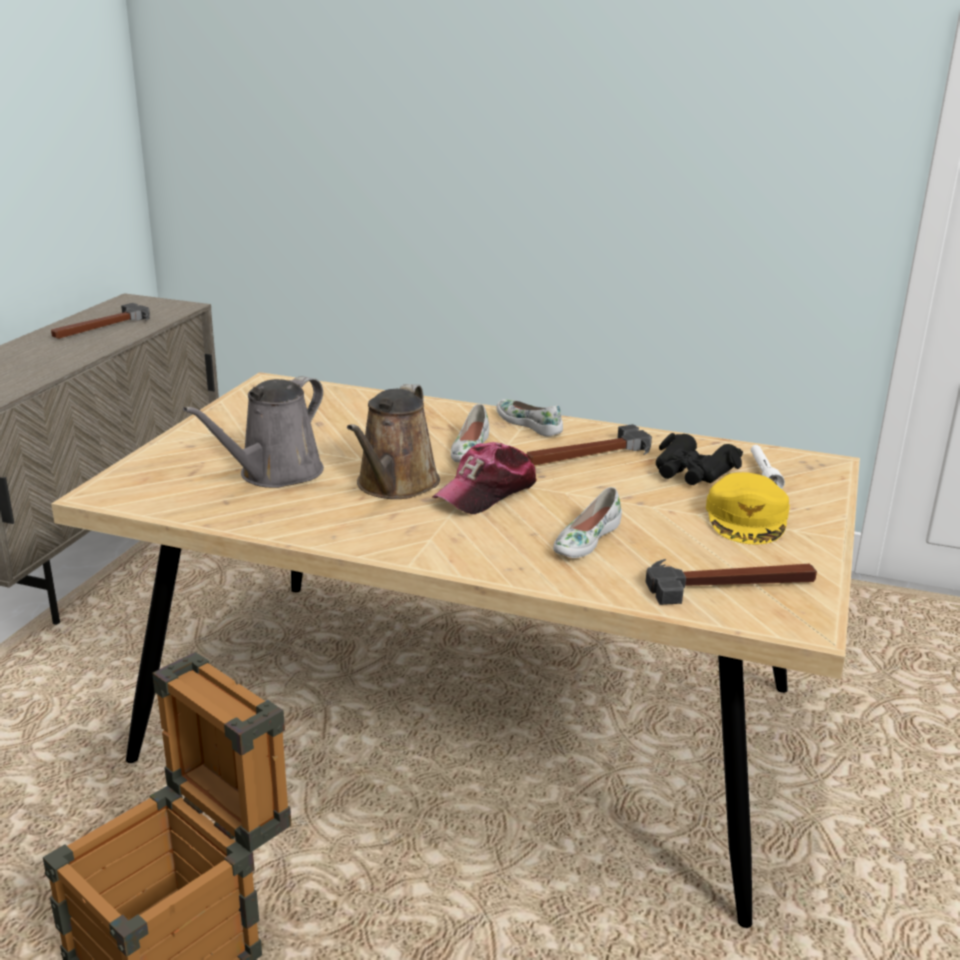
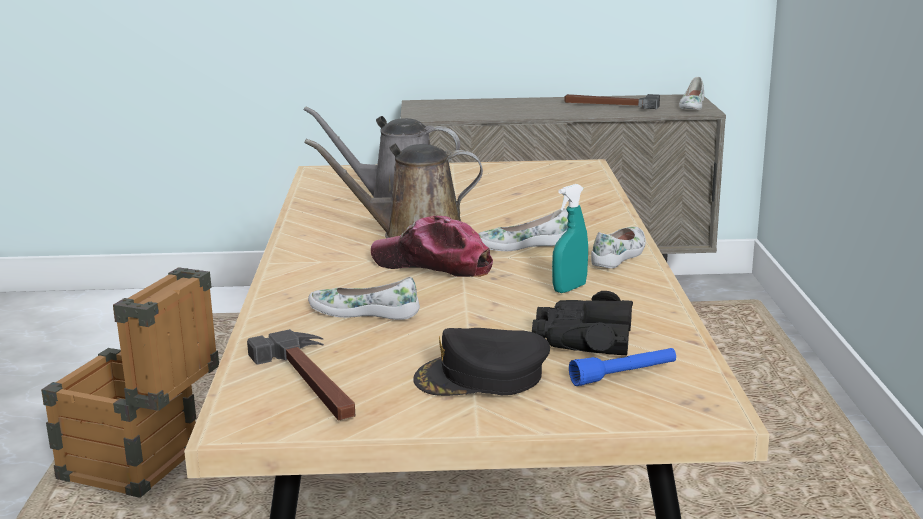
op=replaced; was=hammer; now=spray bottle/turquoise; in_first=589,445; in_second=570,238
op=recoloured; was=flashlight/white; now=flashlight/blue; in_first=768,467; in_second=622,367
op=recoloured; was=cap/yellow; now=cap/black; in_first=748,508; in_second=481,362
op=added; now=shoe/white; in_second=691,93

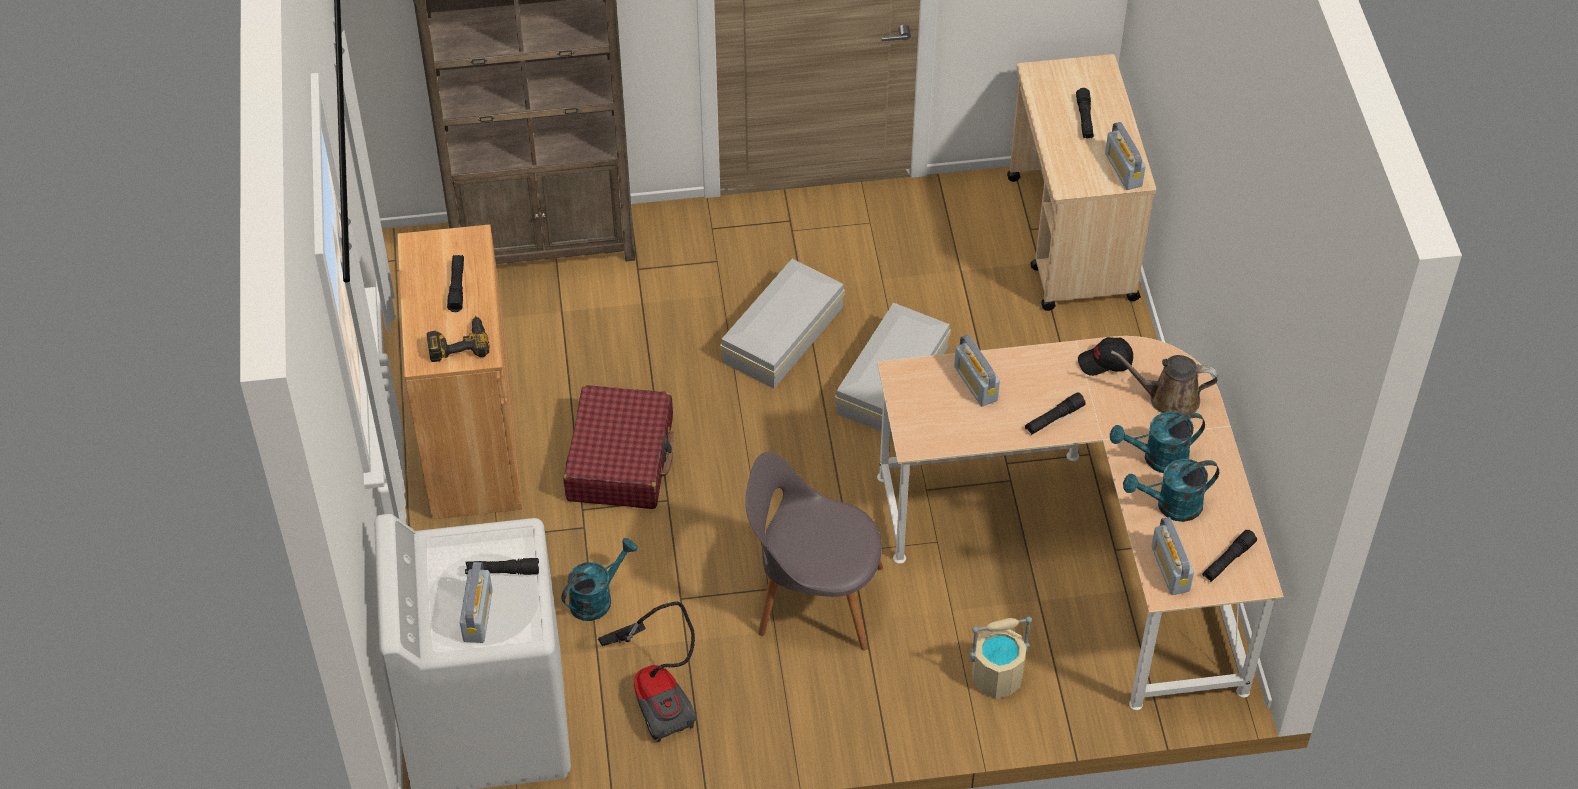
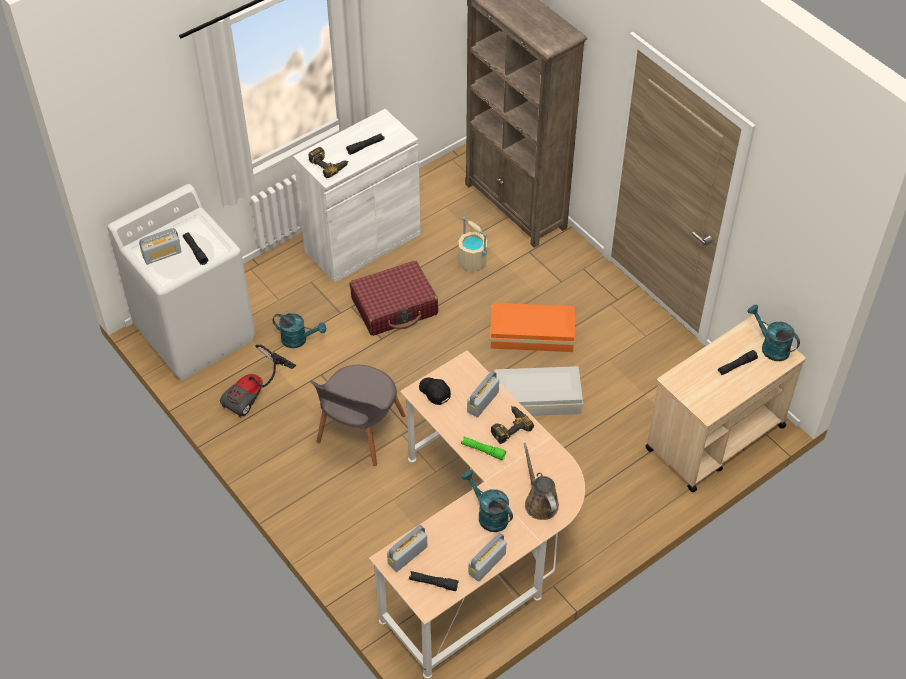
op=moved; was=radio; in_first=1125,156; in_second=487,557
op=recoloured; was=cabinet/brown; now=cabinet/white; in_first=459,371; in_second=357,196
op=recoloured; was=storage box/white; now=storage box/orange; in_first=782,323; in_second=532,327
op=moved; was=cap/black; in_first=1105,356; in_second=435,391
op=recoloured; was=flashlight/black; now=flashlight/green; in_first=1055,414; in_second=483,448
op=turned; was=chair/grey; in_first=814,551; in_second=358,415; clockwise=-135
op=moved; was=watering can/turquoise; in_first=1171,490; in_second=774,333
op=moved; was=bucket/beige; in_first=1001,658; in_second=472,244
op=added; now=power drill; in_second=512,425

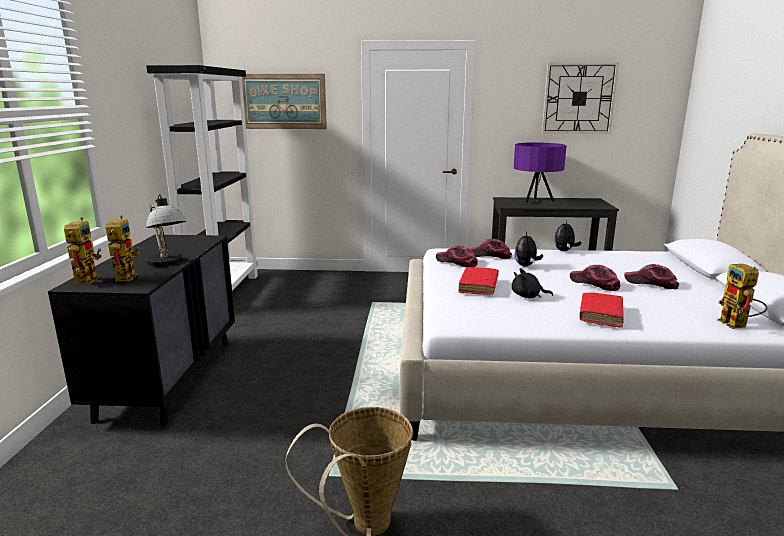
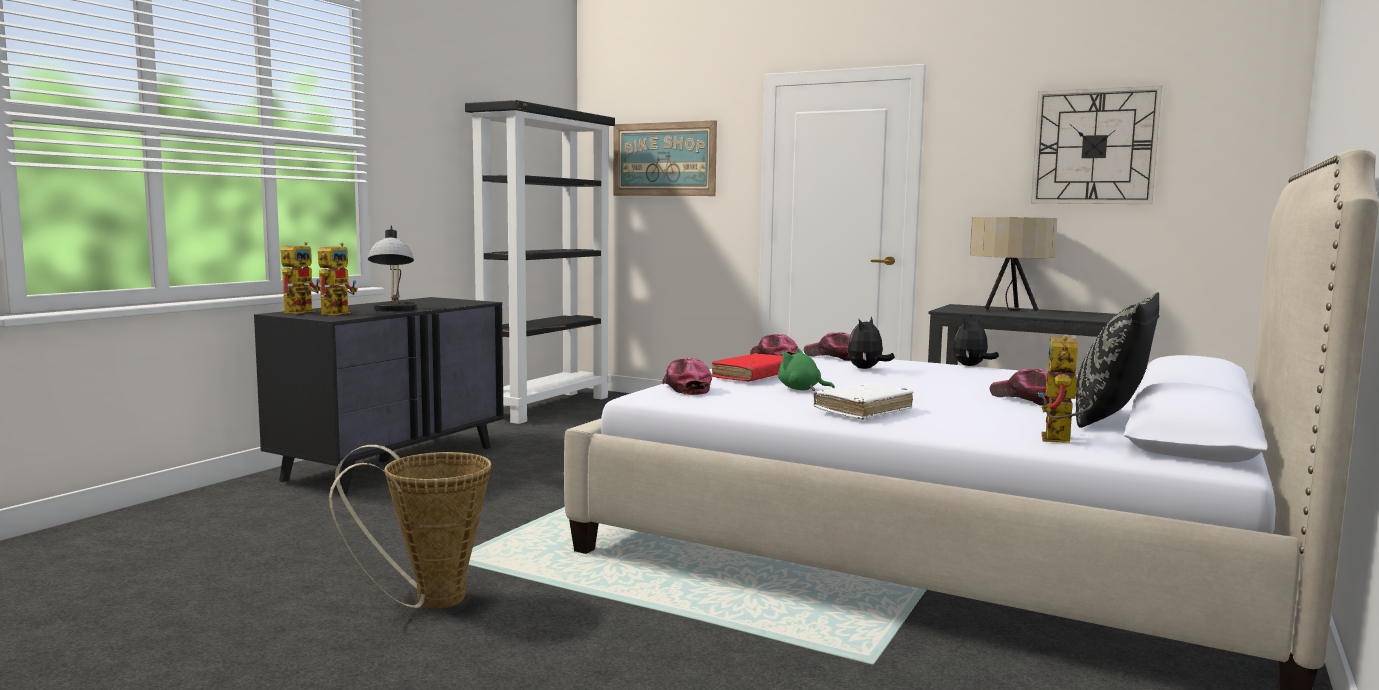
op=recoloured; was=table lamp/purple; now=table lamp/beige; in_first=540,172; in_second=1013,264
op=moved; was=cap; in_first=595,278; in_second=687,376
op=recoloured; was=plush toy/black; now=plush toy/green; in_first=532,283; in_second=806,369
op=recoloured; was=book/red; now=book/white; in_first=601,310; in_second=864,401
op=added; now=pillow/black; in_second=1118,360

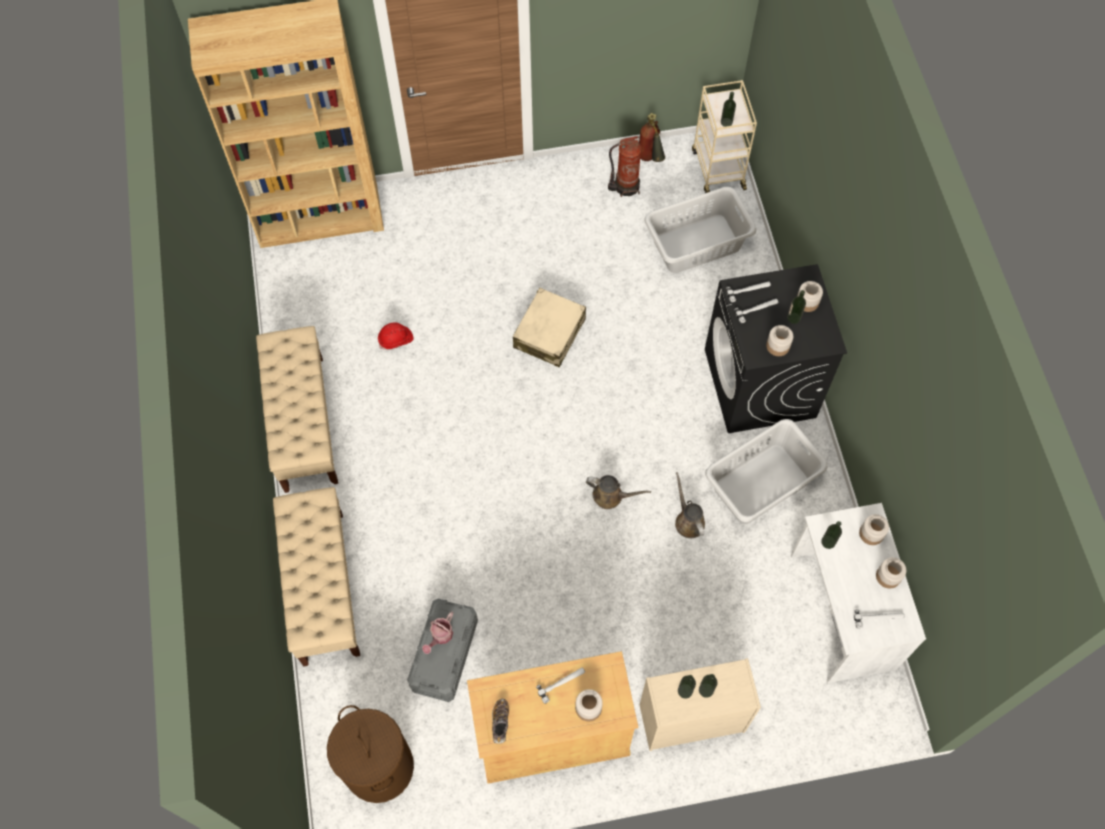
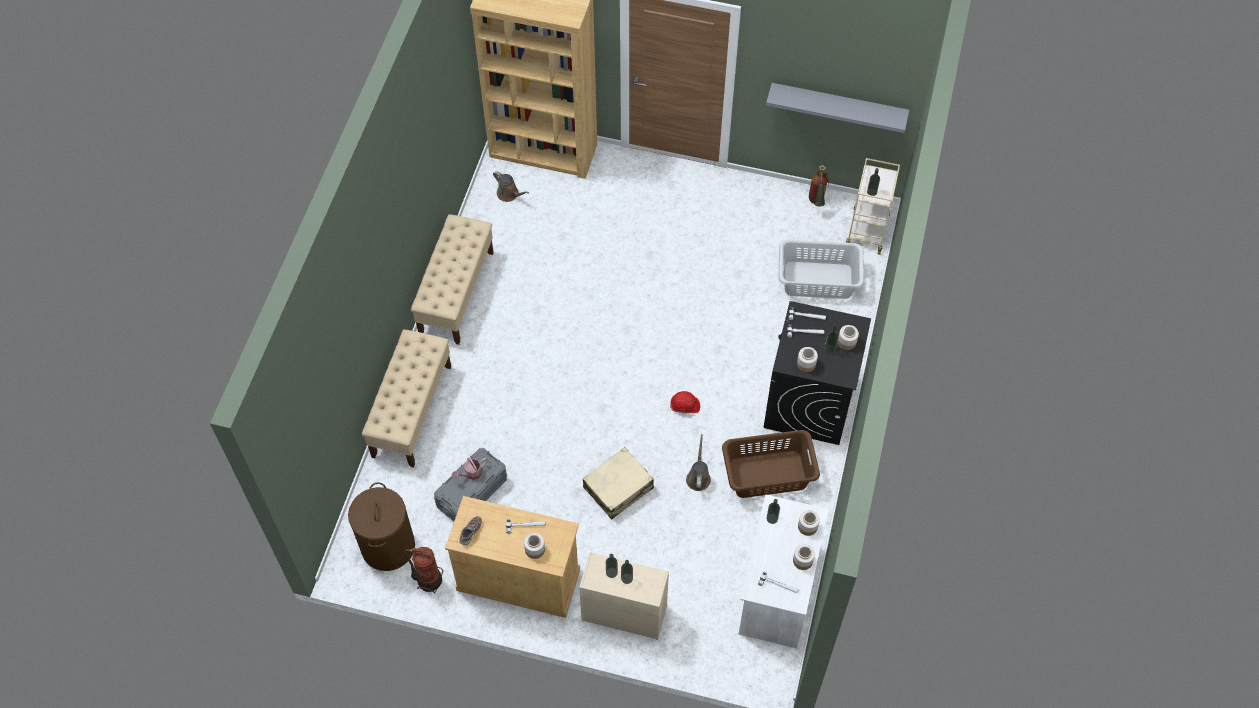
op=moved; was=fire extinguisher; in_first=625,166; in_second=423,570
op=moved; was=suitcase/beige; in_first=549,327; in_second=618,483
op=moved; was=hard hat/red; in_first=395,336; in_second=685,402
op=recoloured; was=laundry basket/grey; now=laundry basket/brown; in_first=766,471; in_second=771,464
op=moved; was=watering can/brown; in_first=618,492; in_second=511,186
op=added; now=shelf/grey; in_second=837,108

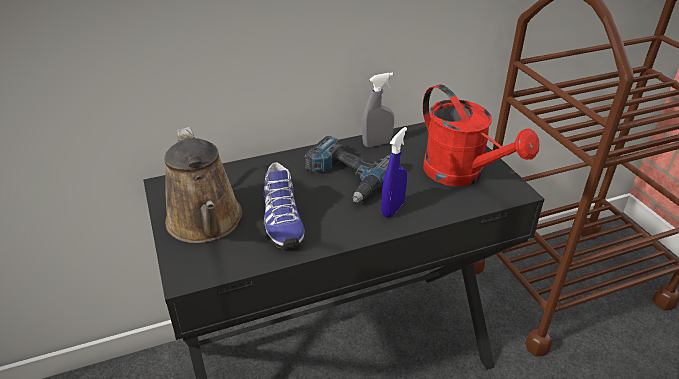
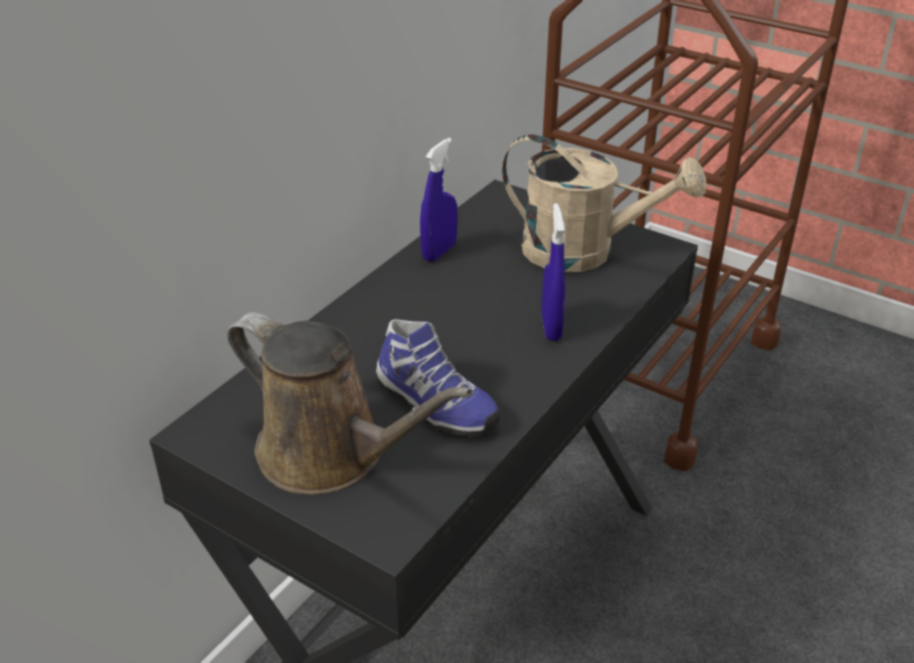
op=recoloured; was=spray bottle/grey; now=spray bottle/blue; in_first=378,110; in_second=439,200
op=recoloured; was=watering can/red; now=watering can/beige; in_first=481,135; in_second=604,203
op=removed; was=power drill; in_first=348,169

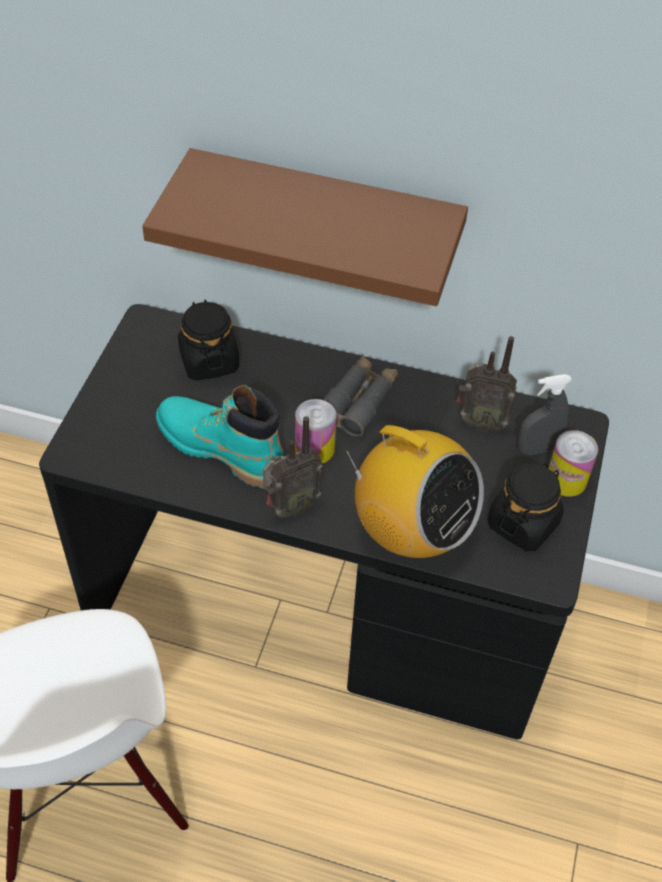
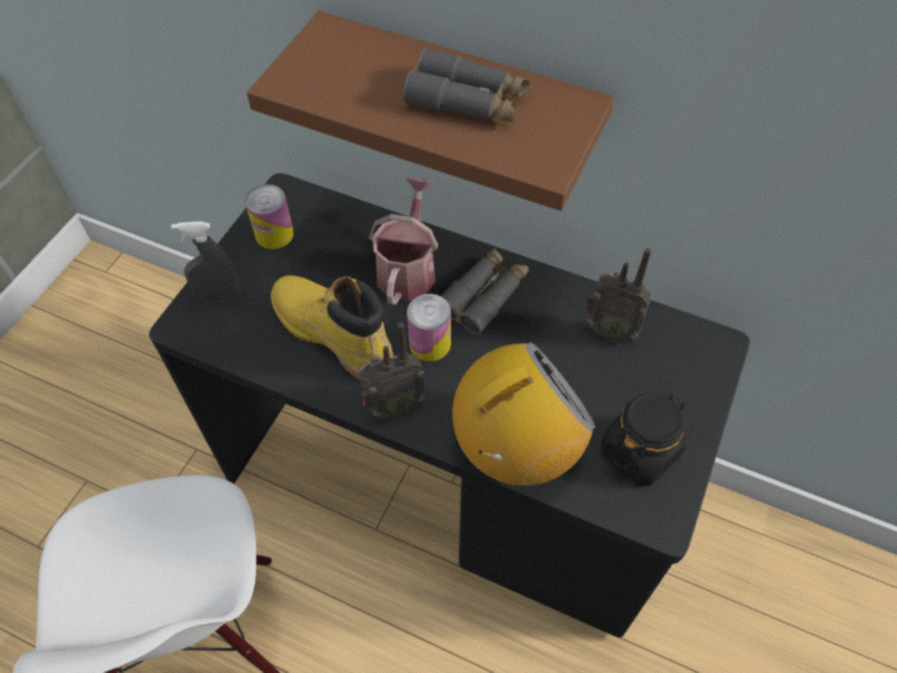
op=removed; was=jar/black; in_first=209,340
op=moved; was=spray bottle/grey; in_first=544,414; in_second=206,261
op=recoloured; was=boot/turquoise; now=boot/yellow; in_first=219,437; in_second=332,327
op=turned; was=radio; in_first=414,491; in_second=523,414; clockwise=-75
op=moved; was=can; in_first=573,463; in_second=269,216
op=added; now=binoculars/grey; in_second=466,85
op=added; now=watering can; in_second=403,241

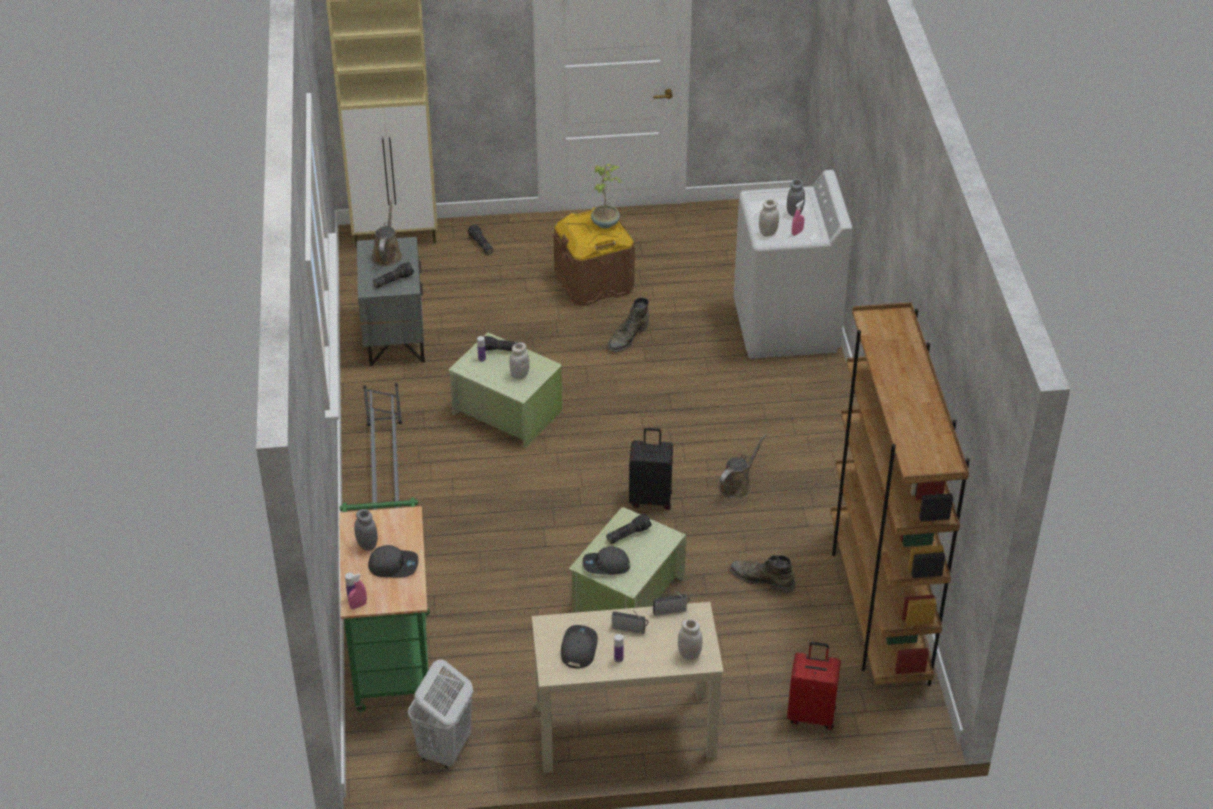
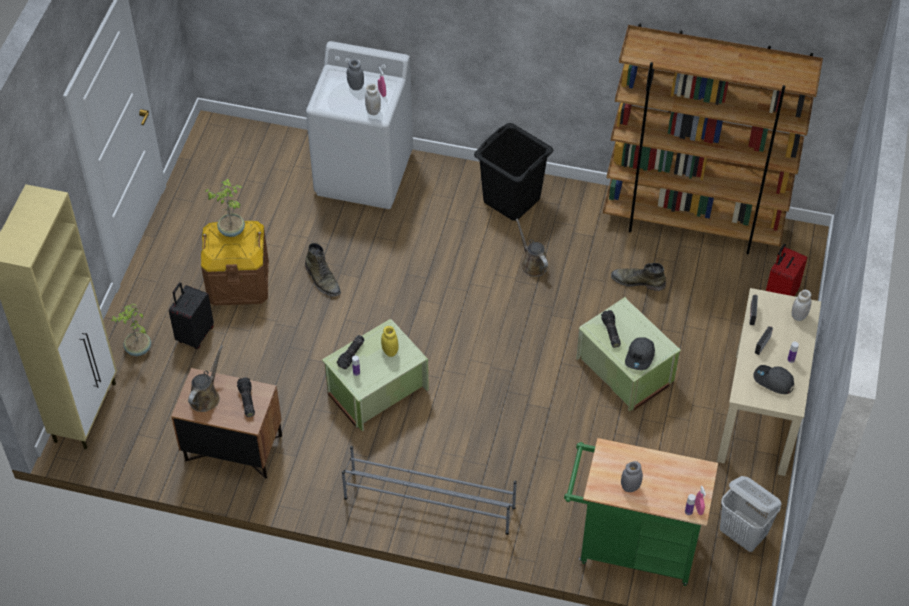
op=turned; was=watering can/brown; in_first=387,233; in_second=205,378; clockwise=90
op=replaced; was=flashlight; now=potted plant; in_first=480,239; in_second=131,329
op=recoloured; was=nightstand/grey; now=nightstand/brown; in_first=391,302; in_second=226,423
op=recoloured; was=jar/white; now=jar/yellow; in_first=519,360; in_second=390,341
op=moved; was=suitcase/black; in_first=651,469; in_second=191,315
op=removed; was=cap/grey; in_first=393,561
op=turned; was=boot/green; in_first=762,573; in_second=638,277; clockwise=60
op=added; now=laundry basket/black; in_second=514,172

